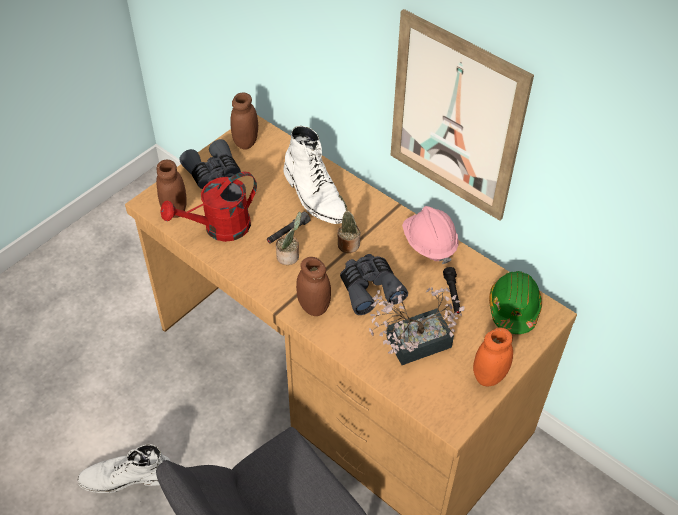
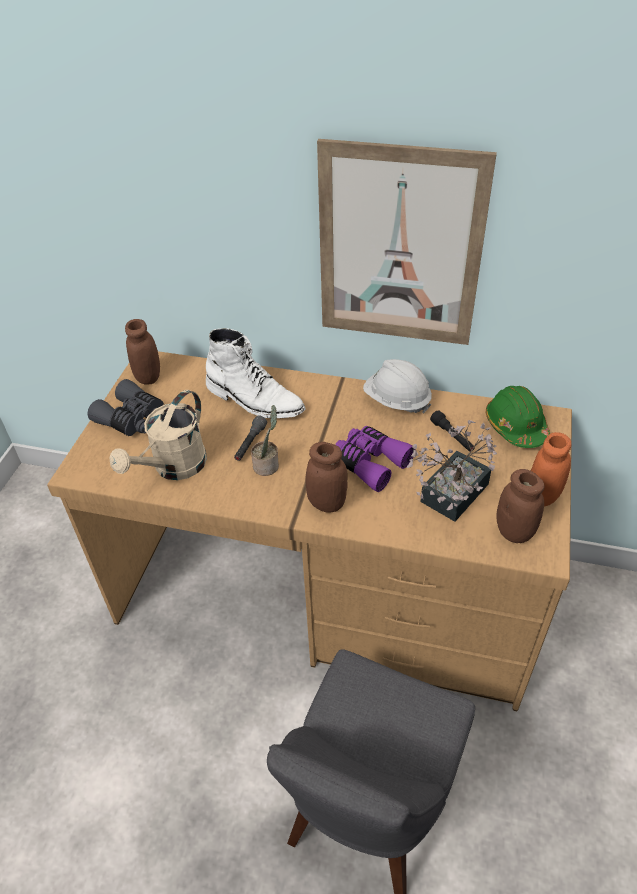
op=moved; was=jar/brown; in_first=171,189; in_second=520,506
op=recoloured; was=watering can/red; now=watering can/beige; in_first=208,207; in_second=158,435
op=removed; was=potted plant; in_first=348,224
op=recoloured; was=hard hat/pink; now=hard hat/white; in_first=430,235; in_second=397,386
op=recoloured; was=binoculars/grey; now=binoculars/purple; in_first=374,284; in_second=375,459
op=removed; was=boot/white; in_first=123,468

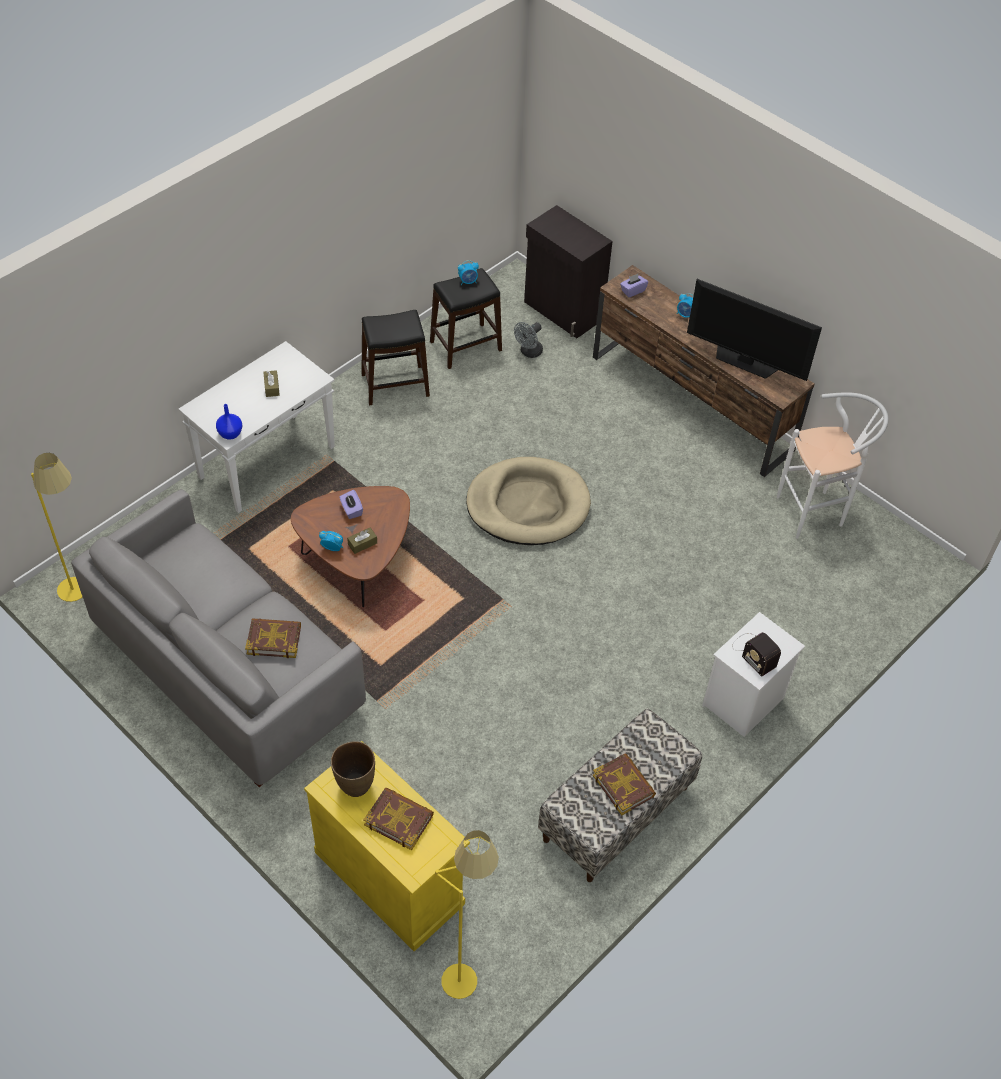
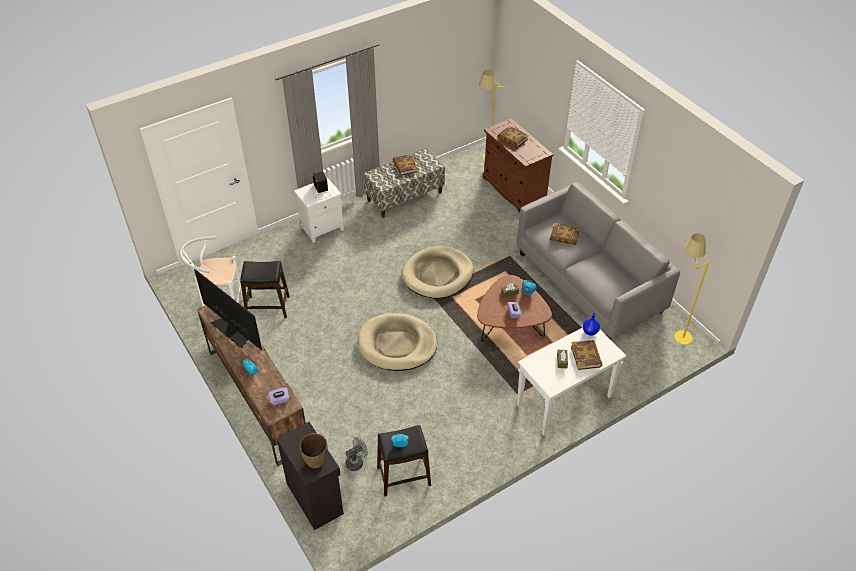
op=moved; was=stool/black; in_first=395,358; in_second=265,289
op=recoloured; was=cabinet/yellow; now=cabinet/brown; in_first=387,846; in_second=518,166
op=moved; was=vase/brown; in_first=353,769; in_second=313,450
op=added; now=dog bed/beige; in_second=438,272
op=added; now=book; in_second=586,355

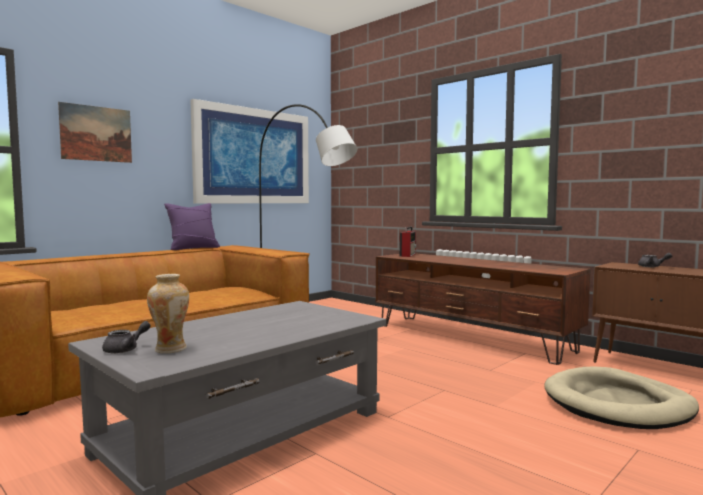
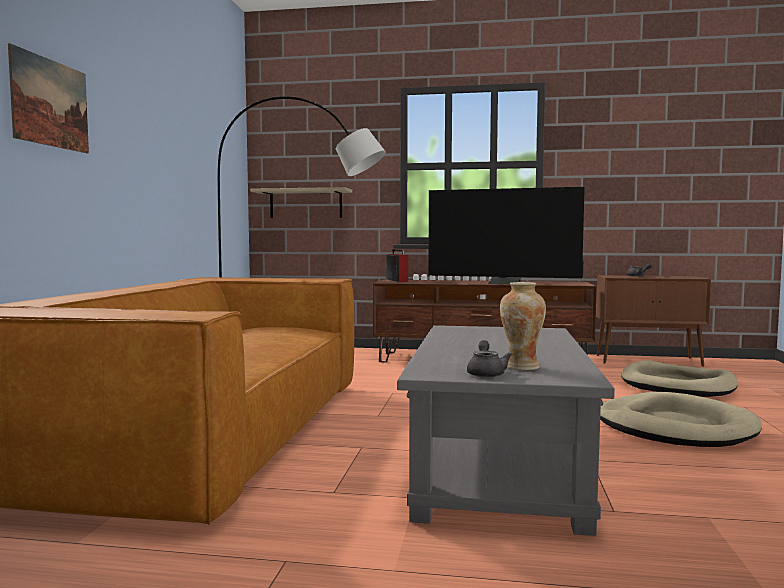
op=removed; was=picture; in_first=249,151
op=removed; was=pillow/purple; in_first=192,226
op=added; now=shelf; in_second=301,202
op=added; now=television; in_second=506,235
op=added; now=dog bed/beige; in_second=681,419

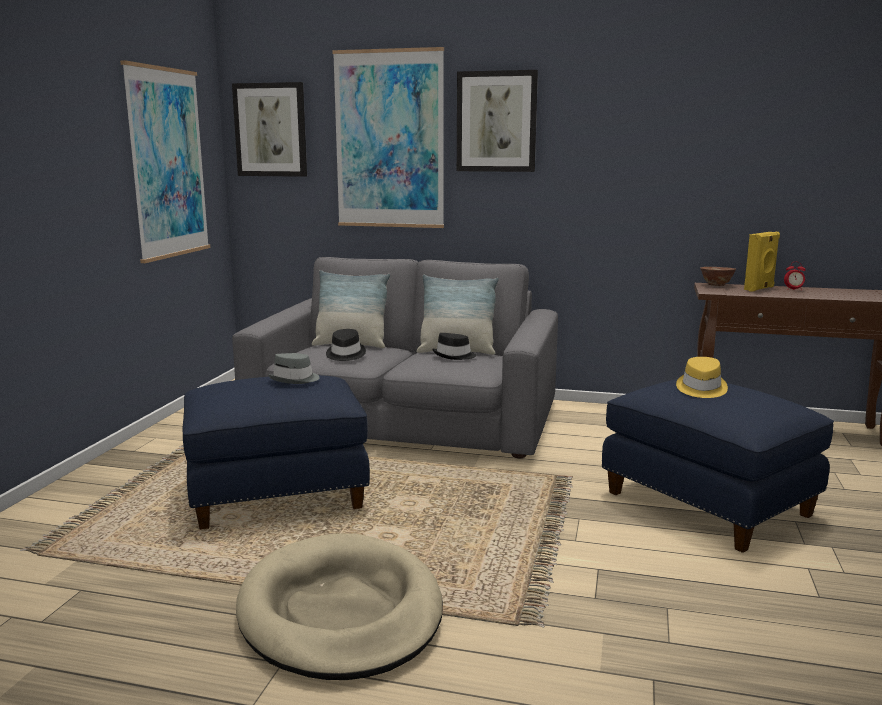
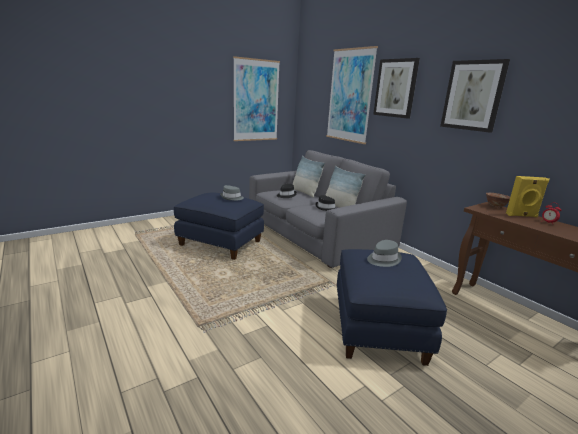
op=moved; was=picture; in_first=269,129; in_second=475,96
op=recoloured; was=hat/yellow; now=hat/grey; in_first=702,377; in_second=384,253
op=removed; was=dog bed/beige; in_first=339,606

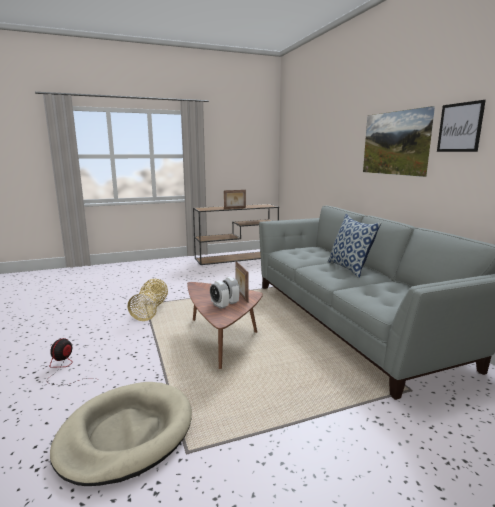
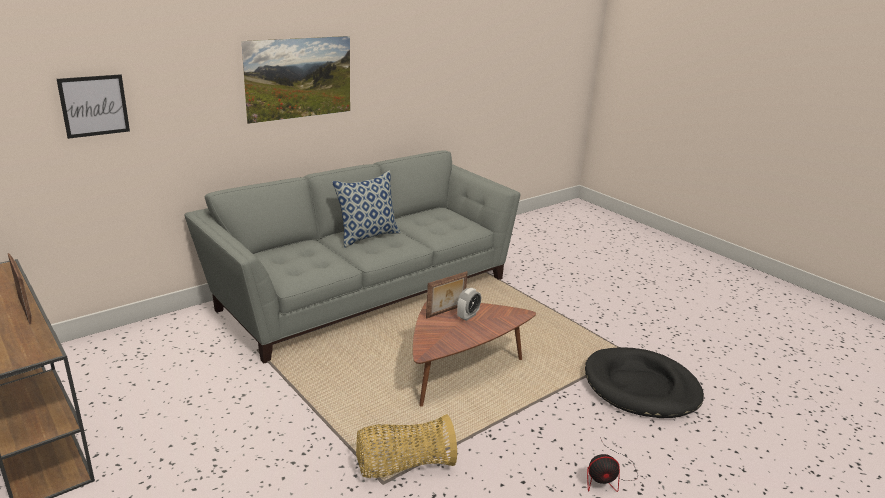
op=moved; was=picture; in_first=461,126; in_second=93,106
op=removed; was=alarm clock; in_first=219,295
op=recoloured; was=dog bed/beige; now=dog bed/black; in_first=121,434; in_second=644,382

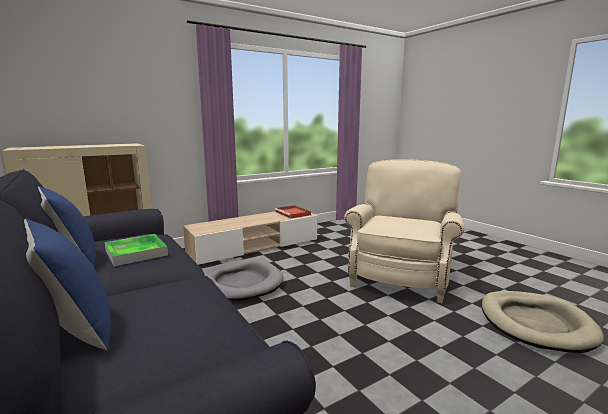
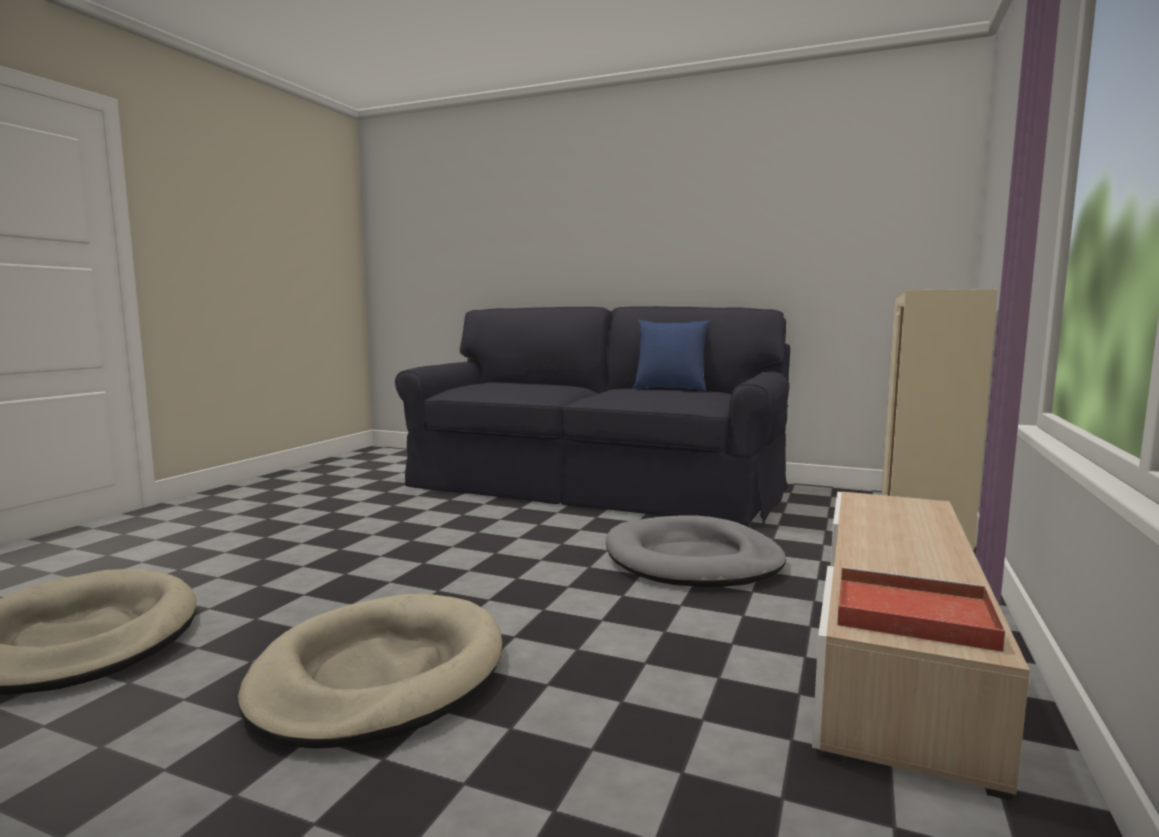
op=replaced; was=armchair/beige; now=dog bed/beige; in_first=404,231; in_second=370,671
op=removed; was=pillow/blue; in_first=67,285
op=removed; was=tray; in_first=136,250

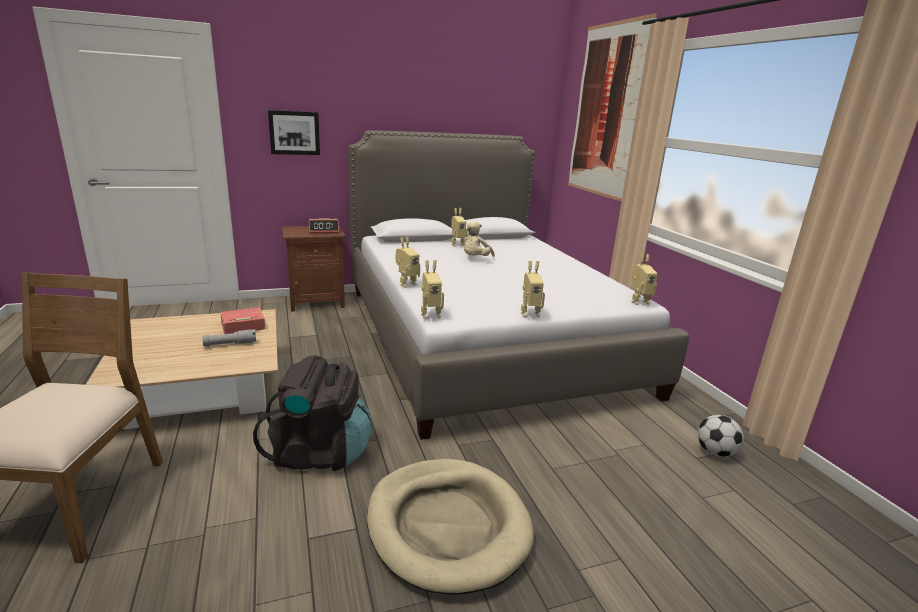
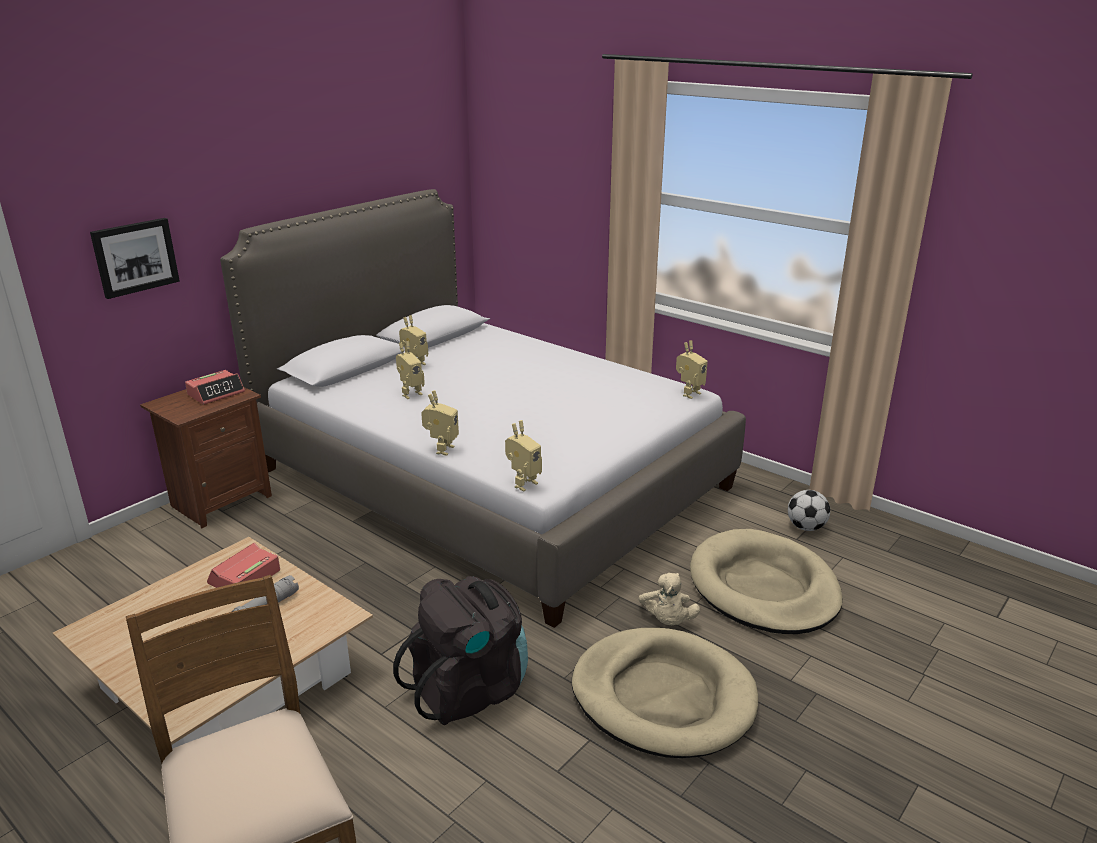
op=removed; was=picture; in_first=613,107
op=moved; was=plush toy/beige; in_first=479,239; in_second=669,599
op=moved; was=toy robot; in_first=533,289; in_second=410,370
op=added; now=dog bed/beige; in_second=766,581

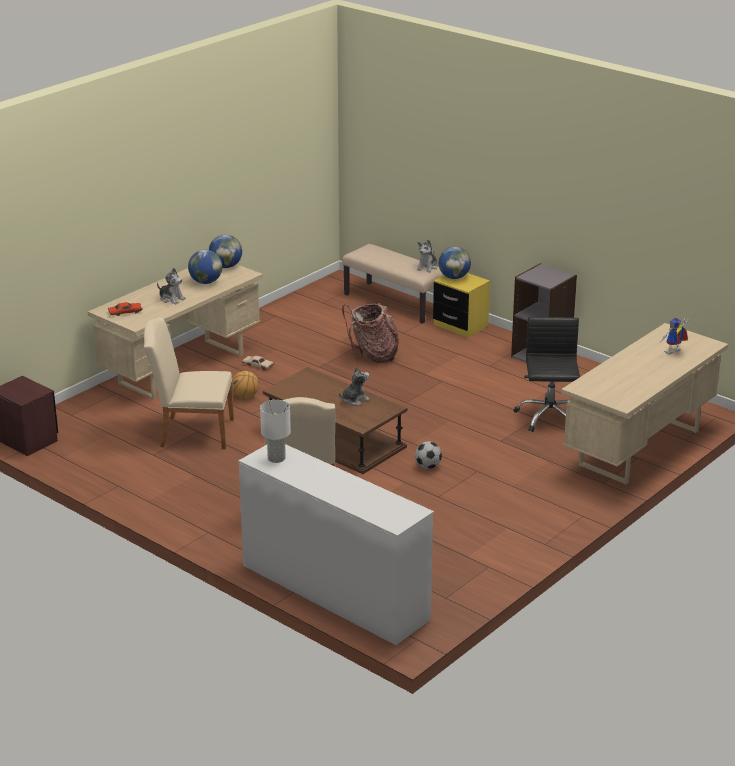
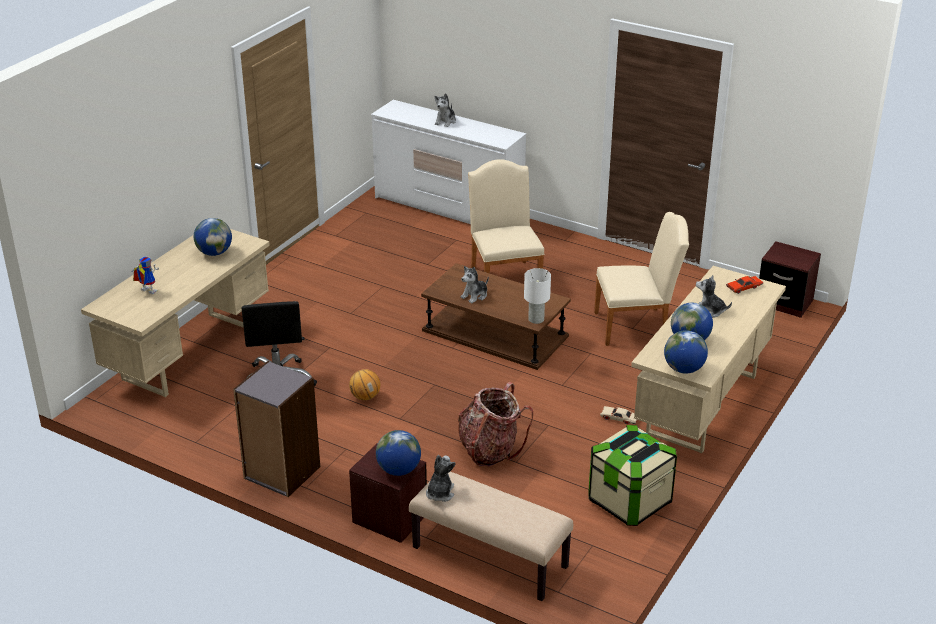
op=recoloured; was=nightstand/yellow; now=nightstand/brown; in_first=461,305; in_second=388,493
op=turned; was=toy robot; in_first=674,336; in_second=145,275; clockwise=-105
op=moved; was=basketball; in_first=245,384; in_second=364,384
op=moved; was=table lamp/white; in_first=275,431; in_second=537,296
op=removed; was=football; in_first=428,455
op=added; now=plush toy; in_second=445,110
op=added; now=globe; in_second=213,237
op=added; now=storage box; in_second=632,475

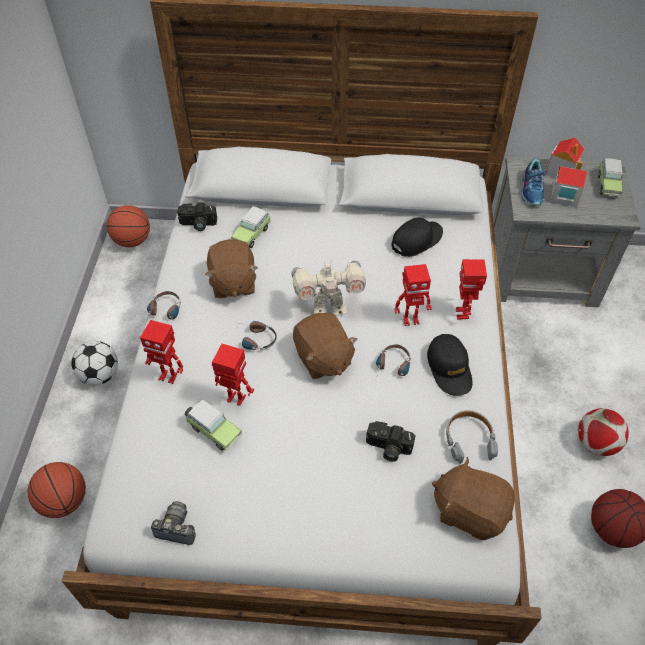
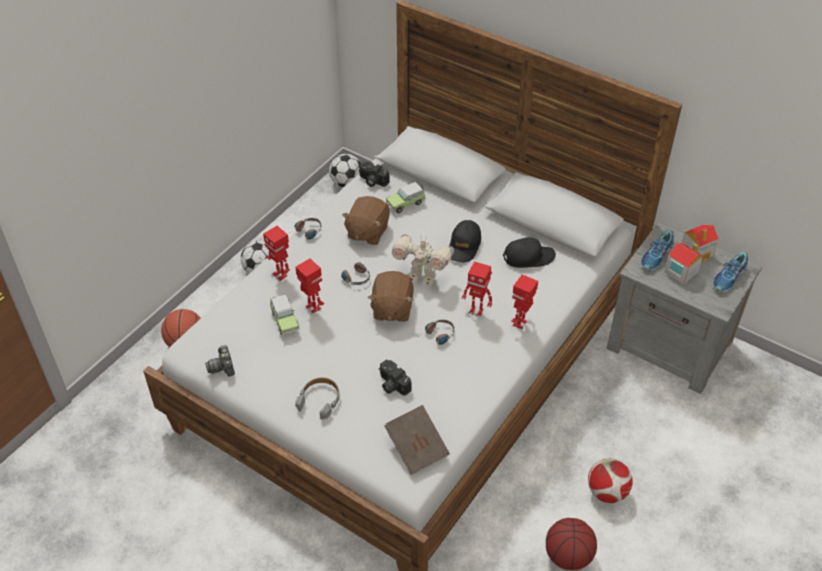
op=replaced; was=toy car; now=shoe; in_first=611,177; in_second=730,272
op=replaced; was=basketball; now=football; in_first=128,226; in_second=345,170
op=moved; was=cap/black; in_first=449,365; in_second=465,241
op=moved; was=headphones/grey; in_first=472,437; in_second=317,398
op=replaced; was=plush toy/brown; now=book/brown; in_first=473,498; in_second=417,440
op=turned; was=photo camera; in_first=173,523; in_second=220,360; clockwise=-150

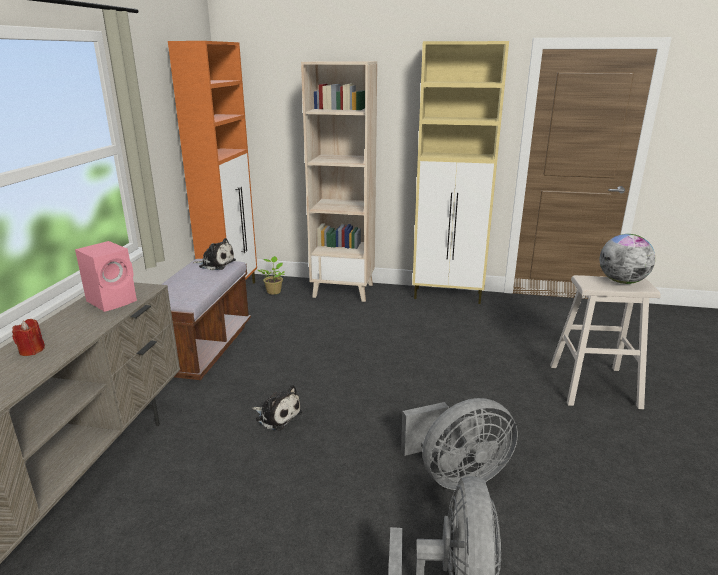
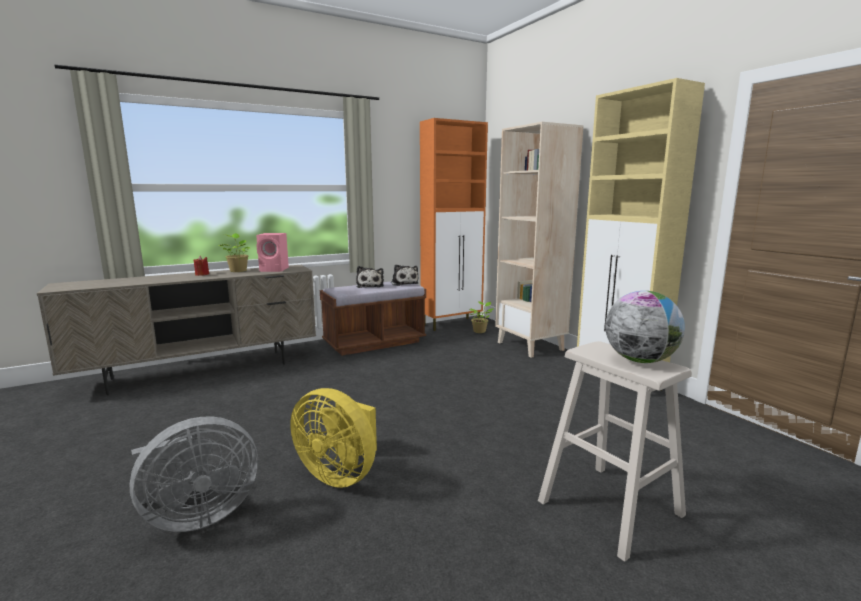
op=moved; was=plush toy; in_first=277,408; in_second=370,277
op=recoloured; was=fan/grey; now=fan/yellow; in_first=459,444; in_second=333,438
op=added; now=potted plant; in_second=235,252

